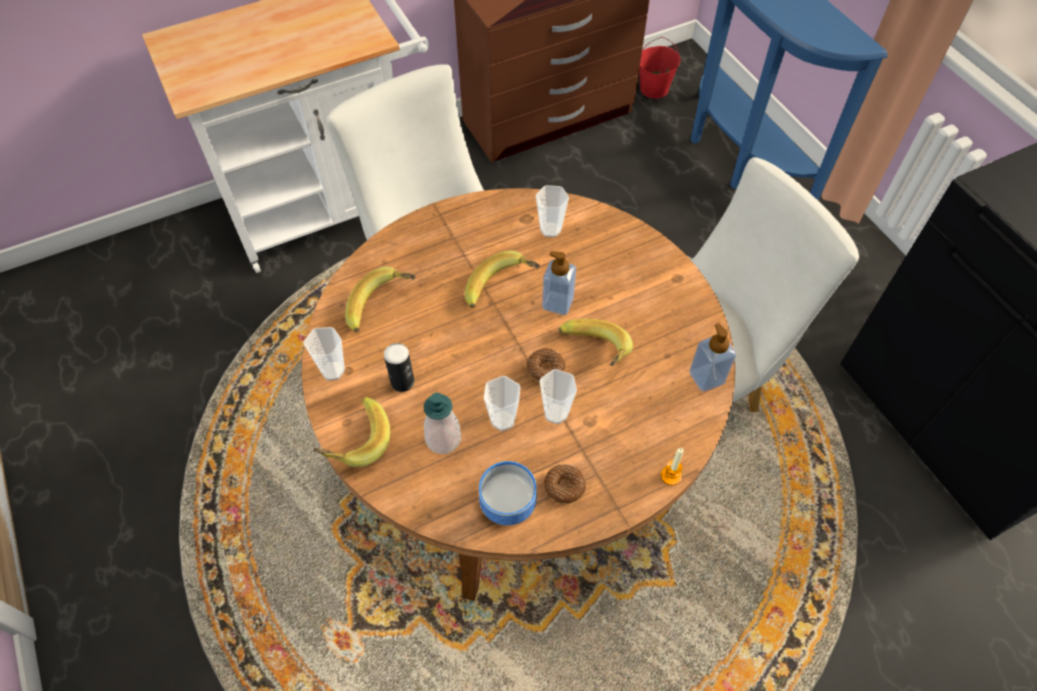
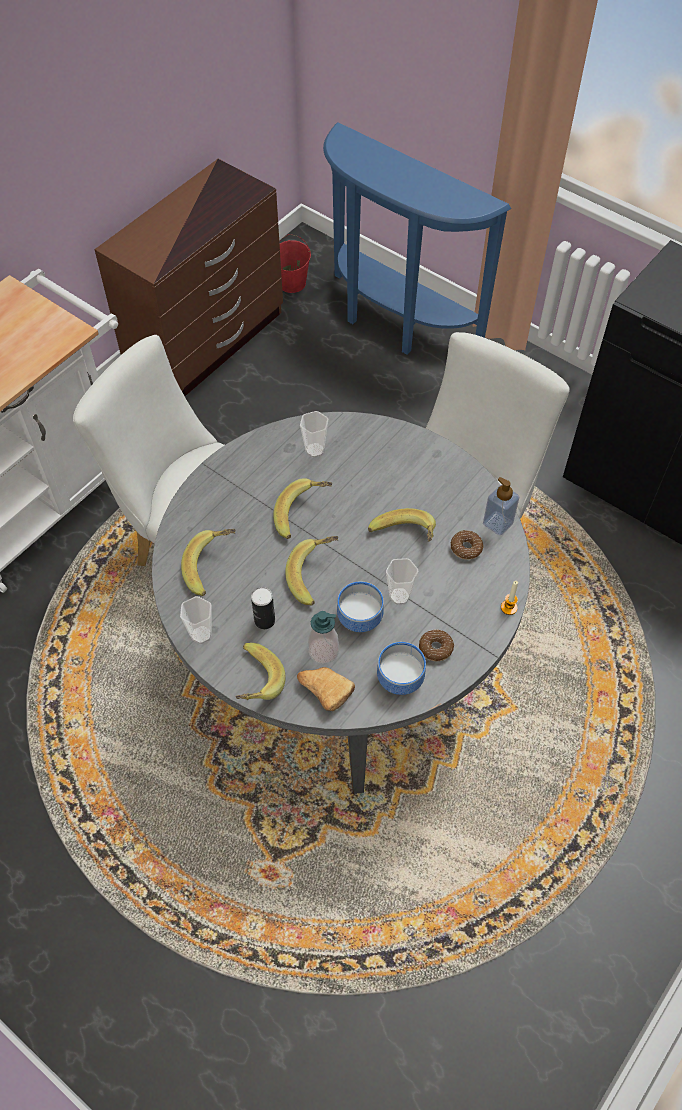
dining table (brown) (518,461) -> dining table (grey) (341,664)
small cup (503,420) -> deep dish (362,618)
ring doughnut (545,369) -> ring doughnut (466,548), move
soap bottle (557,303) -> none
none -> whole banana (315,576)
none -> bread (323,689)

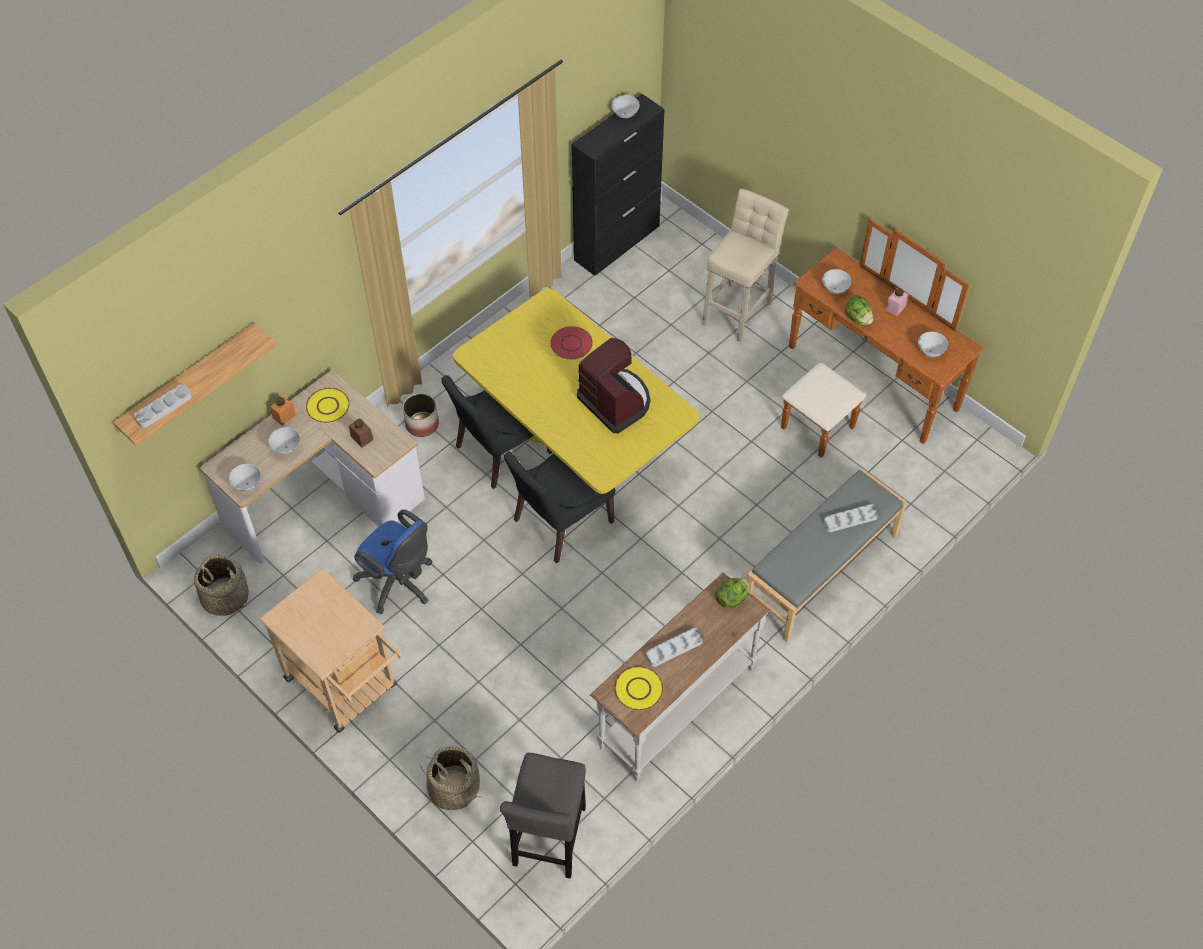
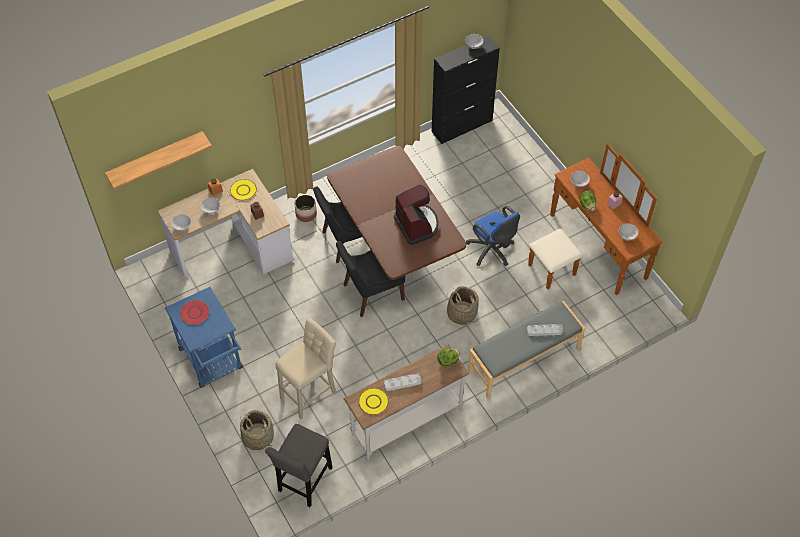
tray (grey) (163,408) -> none
household basket (225,597) -> household basket (461,313), move
cart (beige-coloured) (347,687) -> cart (bluish) (213,362)
office chair (bluish) (399,583) -> office chair (bluish) (492,251), move
dining table (yellow-coloured) (575,448) -> dining table (brown) (395,249)
dinner plate (red) (571,343) -> dinner plate (red) (195,313), move
stool seat (beige-coloured) (738,310) -> stool seat (beige-coloured) (310,393), move

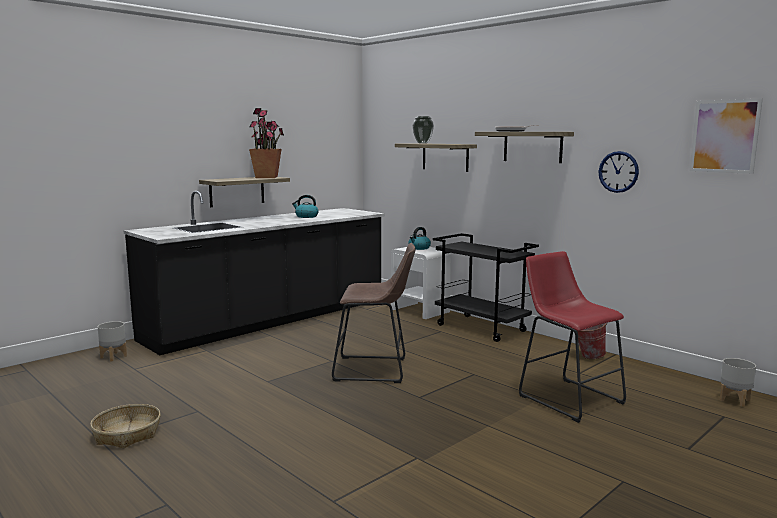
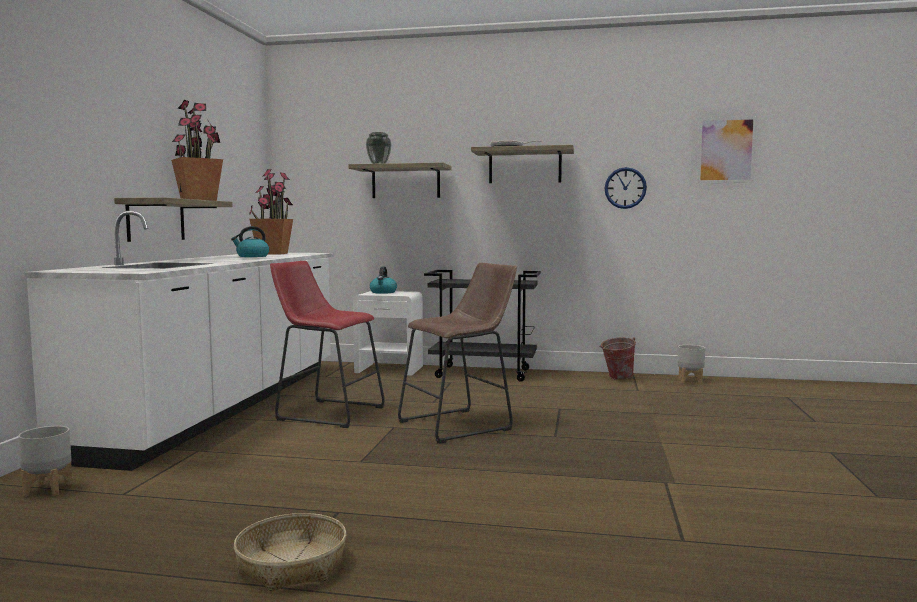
kitchen base unit (black-coloured) (271,320) -> kitchen base unit (whitish) (223,405)
stool seat (red) (566,397) -> stool seat (red) (326,412), move
flower pot (grey) (734,400) -> flower pot (grey) (689,381), move
none -> potted plant (272,253)

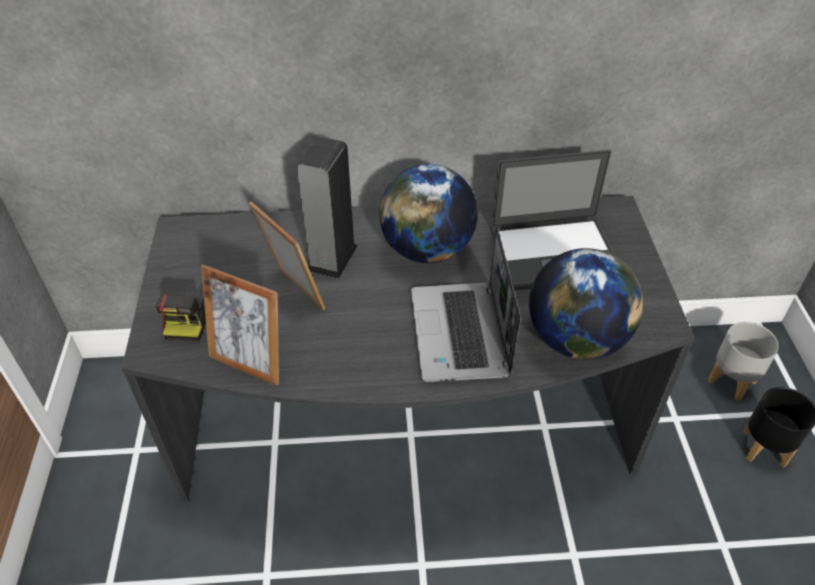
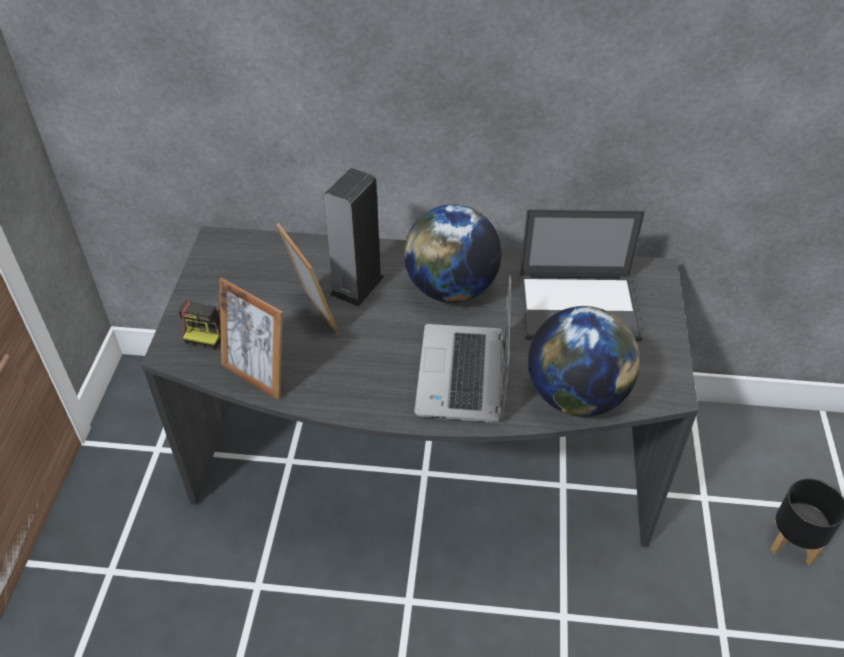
flower pot (grey) (732,380) -> none

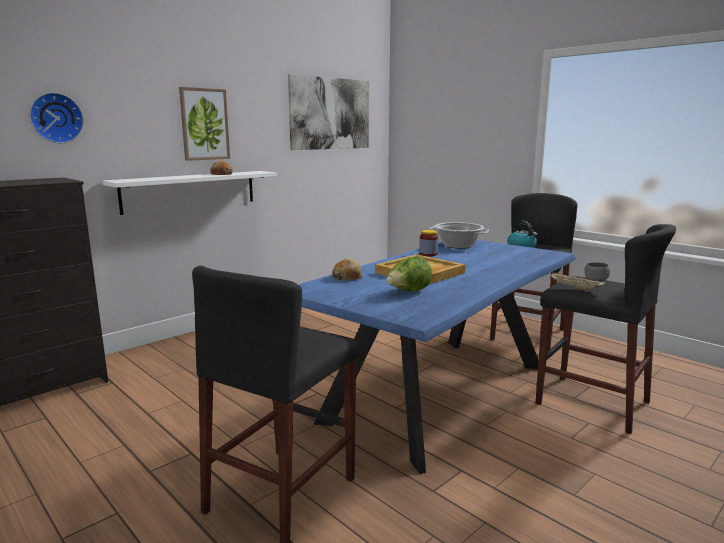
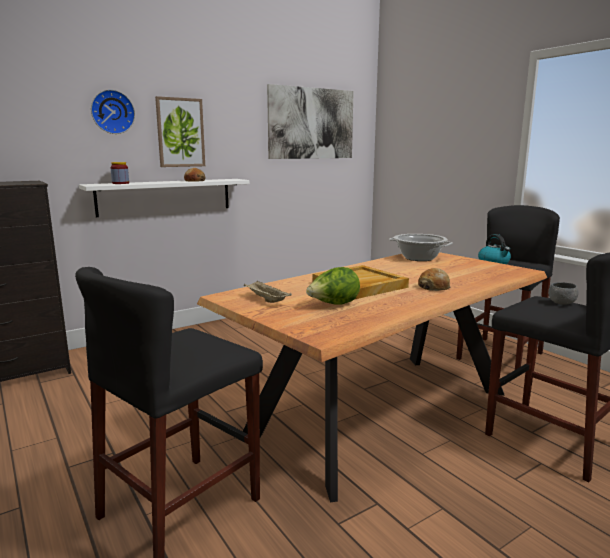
clock on the wall (56,118) -> clock on the wall (112,112), move
dining table (bluish) (439,392) -> dining table (brown) (382,412)
bread (347,277) -> bread (434,287), move
preserve jar (428,254) -> preserve jar (120,183), move
tray (beige-coloured) (574,288) -> tray (beige-coloured) (266,300), move

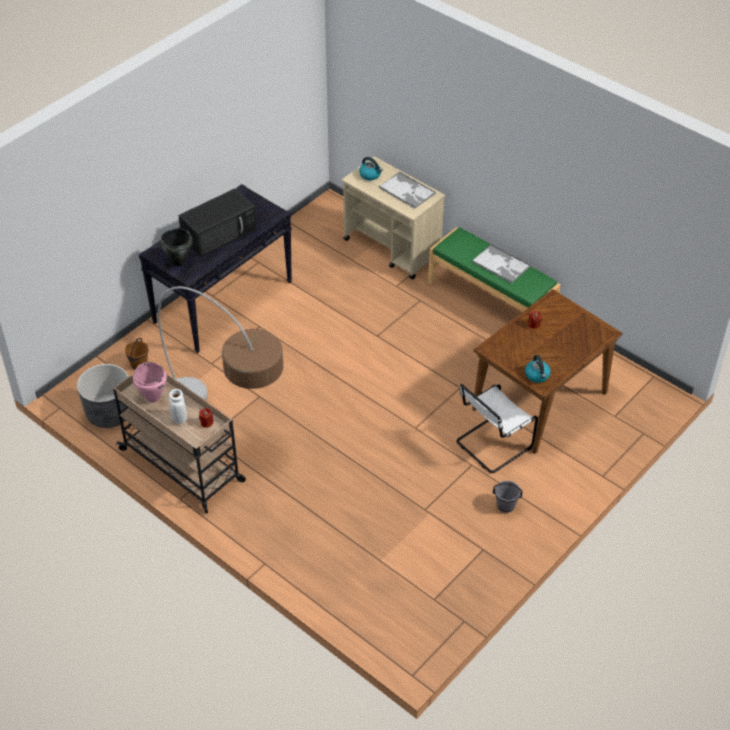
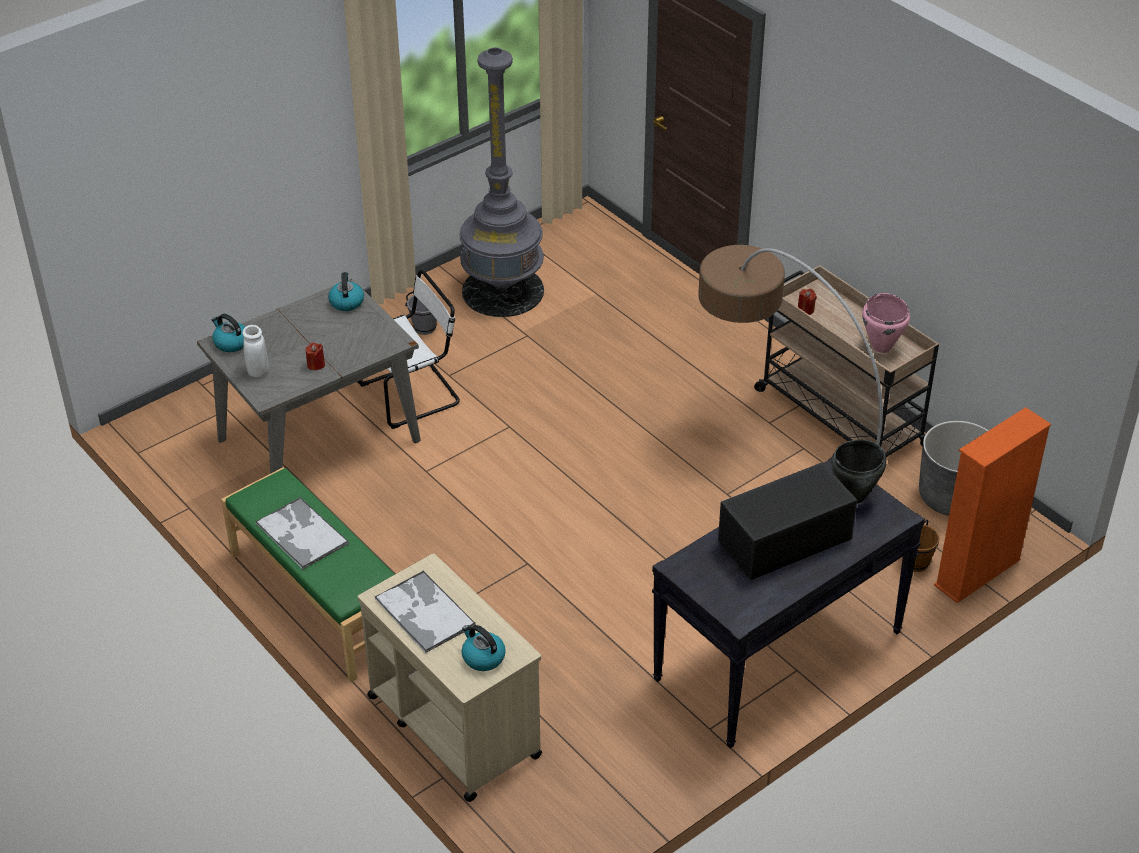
flower vase (whitish) (179,418) -> flower vase (whitish) (258,371), move
dining table (brown) (539,401) -> dining table (grey) (320,439)
none -> kettle (231,343)
none -> standing lamp (grey) (503,291)
none -> shelving unit (orange-coloured) (977,573)

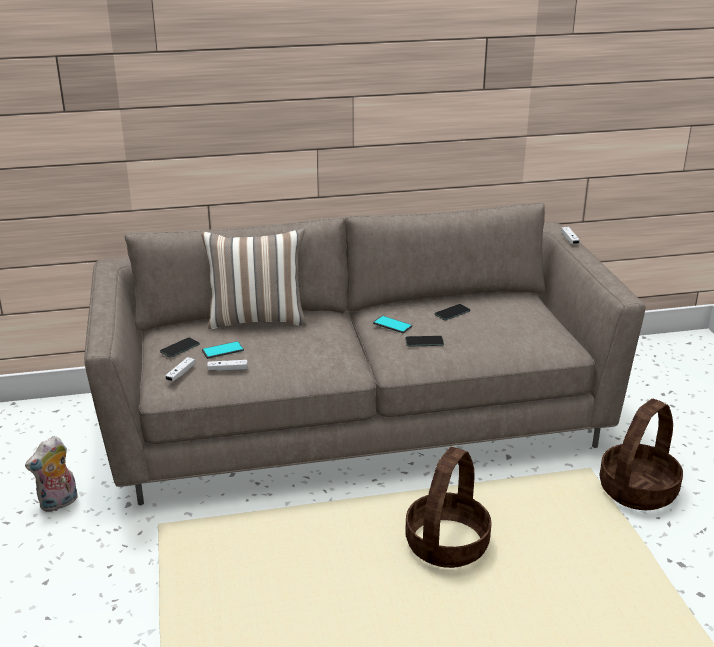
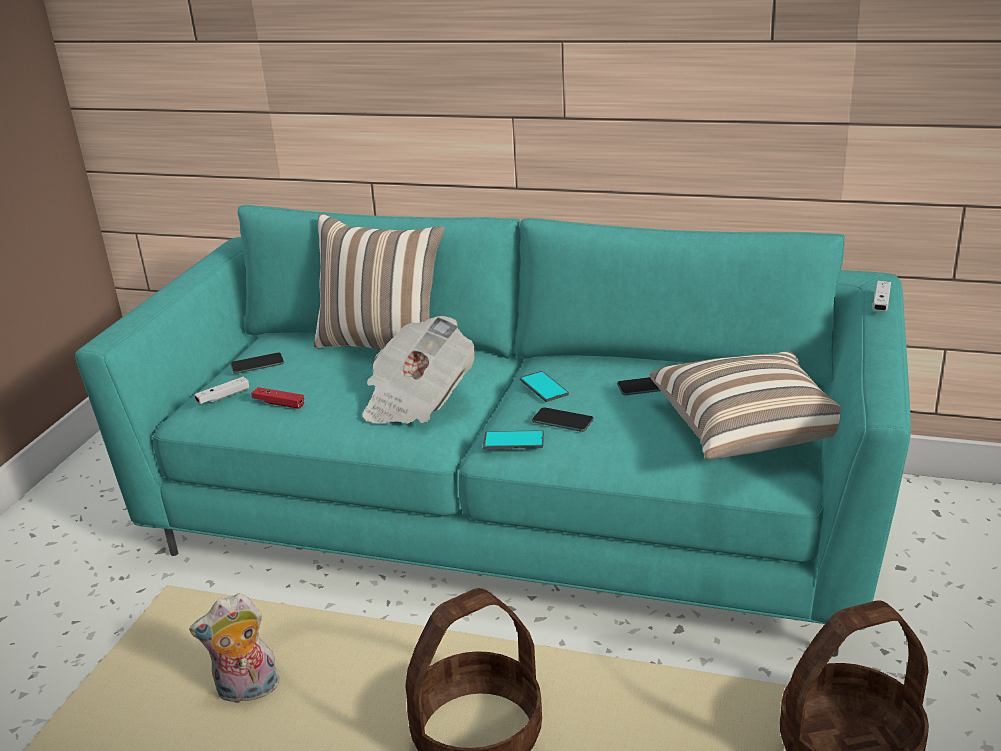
soft toy (59,503) -> soft toy (247,692), move
settee (beige-coloured) (357,421) -> settee (turquoise-coloured) (511,517)
telephone (222,350) -> telephone (513,441), move
joypad (whitish) (227,369) -> joypad (red) (279,403)
none -> newspaper (417,400)
none -> cushion (750,430)

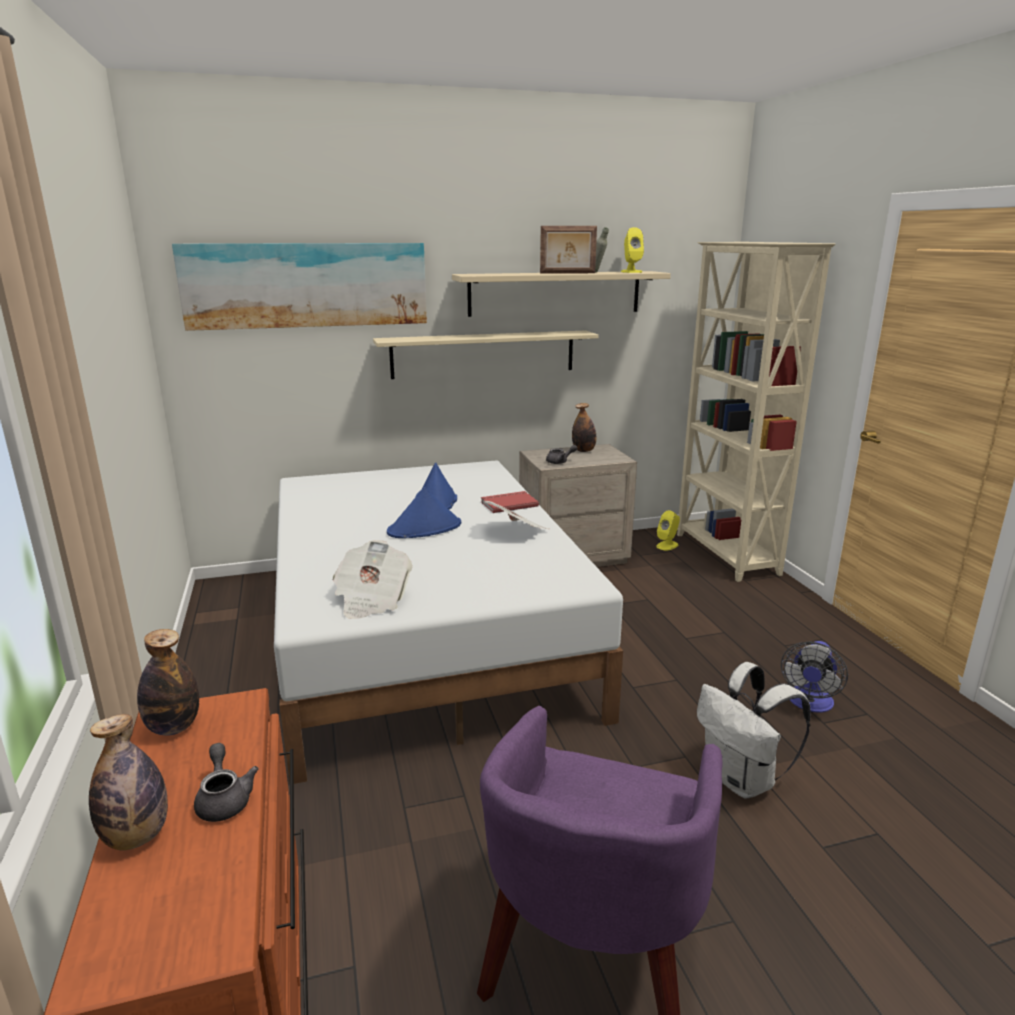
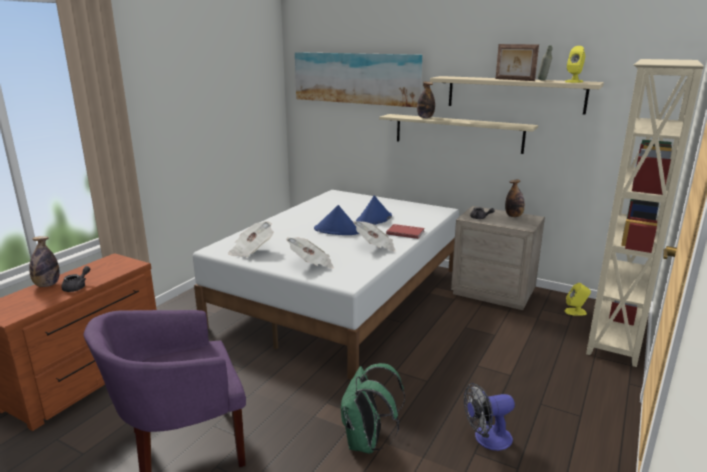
beverage bottle (173,727) -> beverage bottle (425,117), move
knapsack (whitish) (742,780) -> knapsack (greenish) (367,442)
none -> newspaper (311,264)

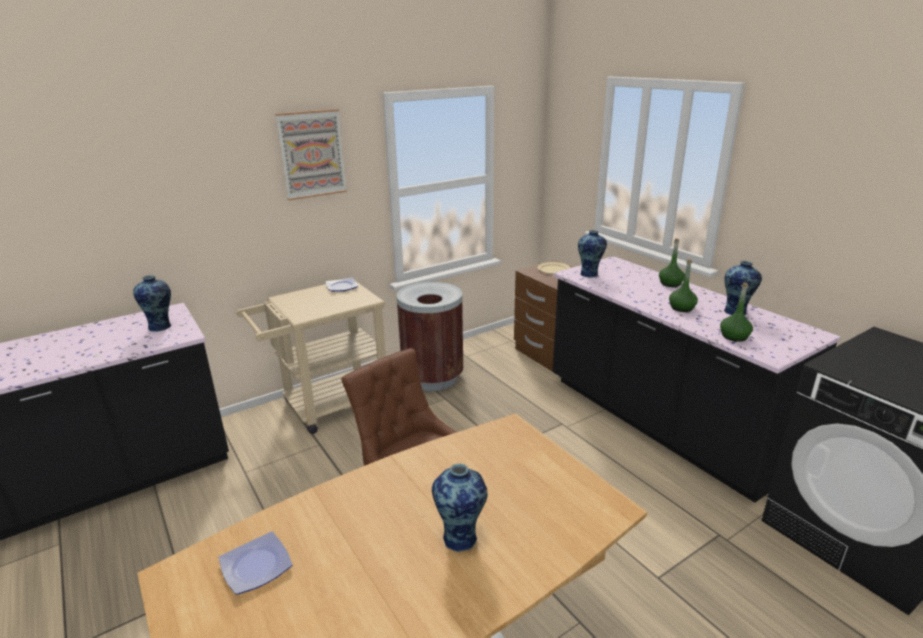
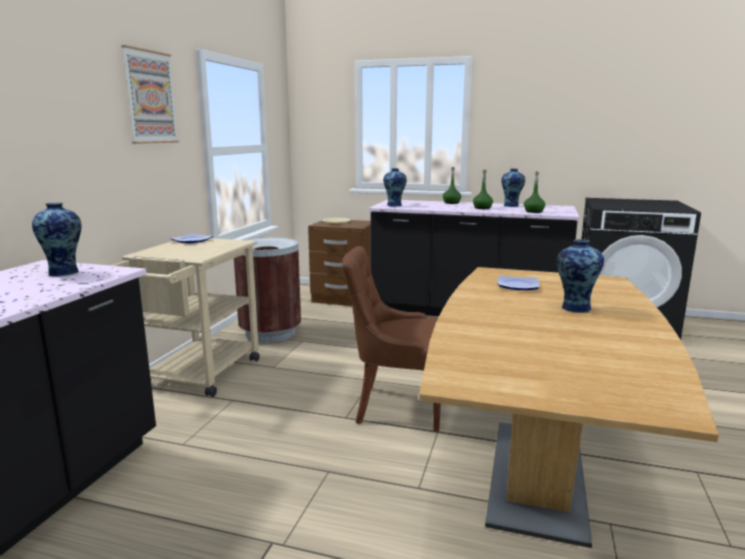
dinner plate (257,565) -> dinner plate (517,285), move

